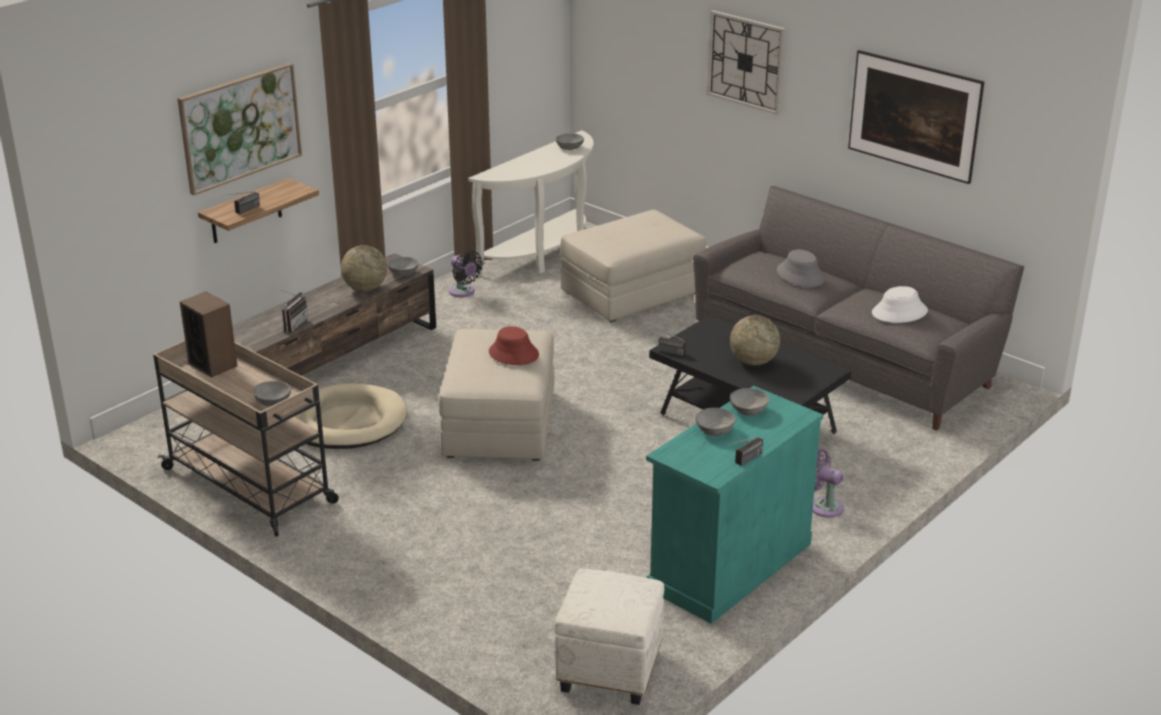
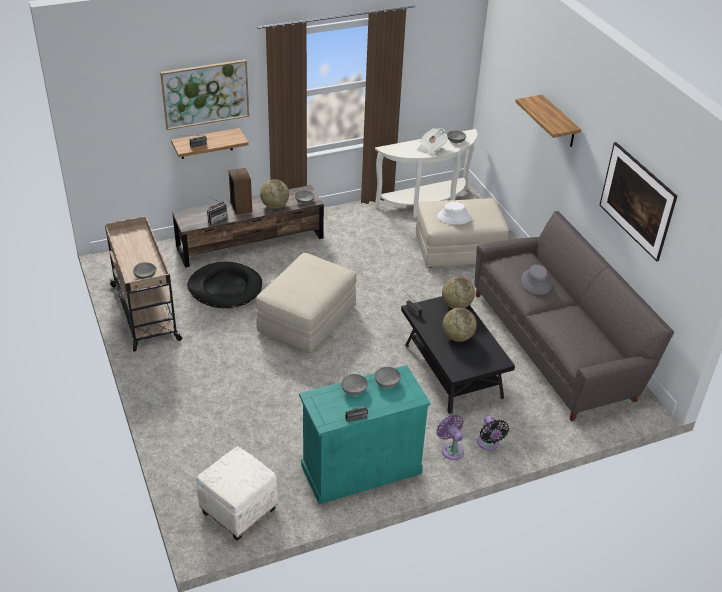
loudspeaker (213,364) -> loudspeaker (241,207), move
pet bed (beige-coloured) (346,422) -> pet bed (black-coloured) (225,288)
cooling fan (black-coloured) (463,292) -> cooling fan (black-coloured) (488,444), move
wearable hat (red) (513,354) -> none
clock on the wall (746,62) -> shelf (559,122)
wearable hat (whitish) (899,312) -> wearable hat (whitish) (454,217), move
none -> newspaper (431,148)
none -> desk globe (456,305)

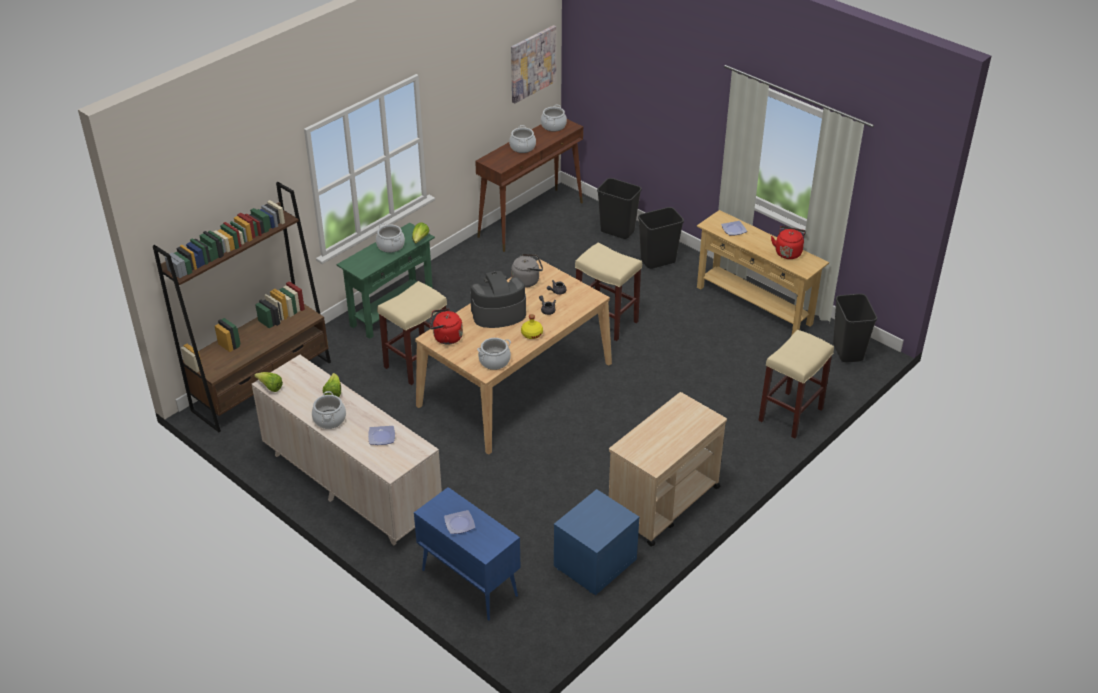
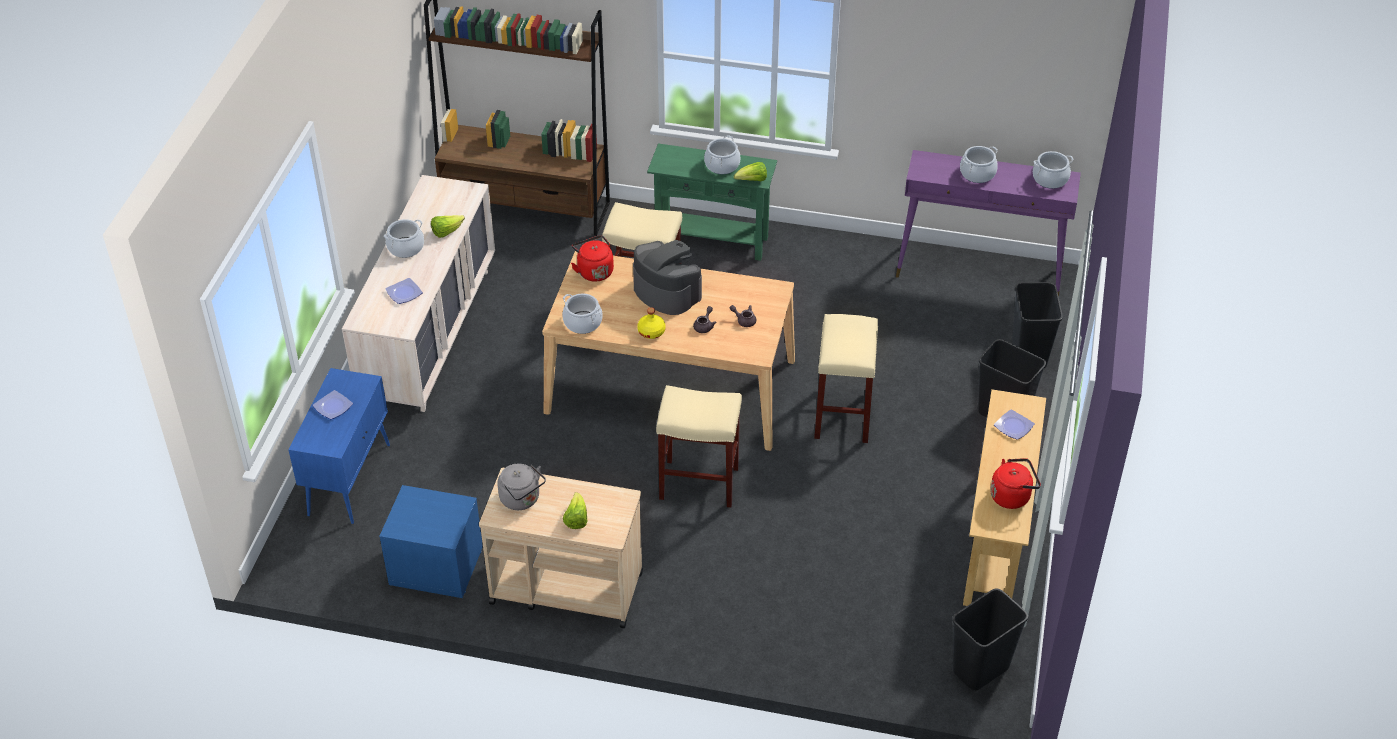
head of lettuce (270,387) -> head of lettuce (576,519), move
console table (brown) (531,219) -> console table (purplish) (980,272)
wall art (532,63) -> none
kettle (grey) (527,281) -> kettle (grey) (522,500), move
stool seat (beige-coloured) (790,415) -> stool seat (beige-coloured) (698,483), move

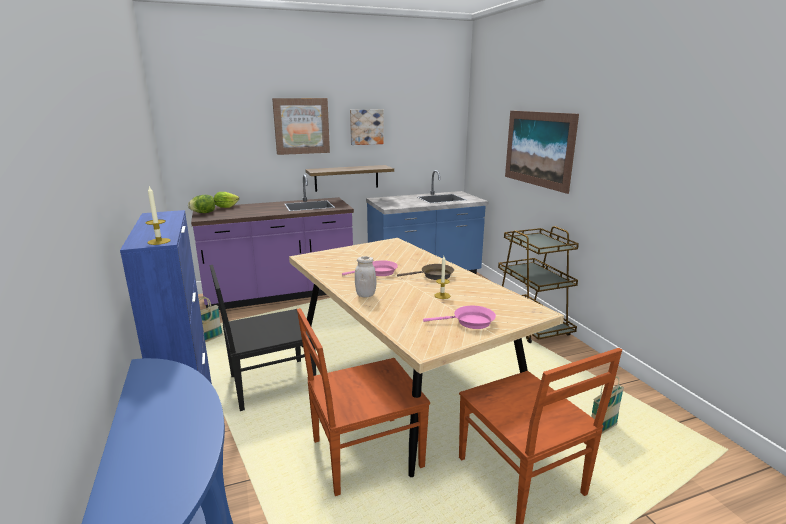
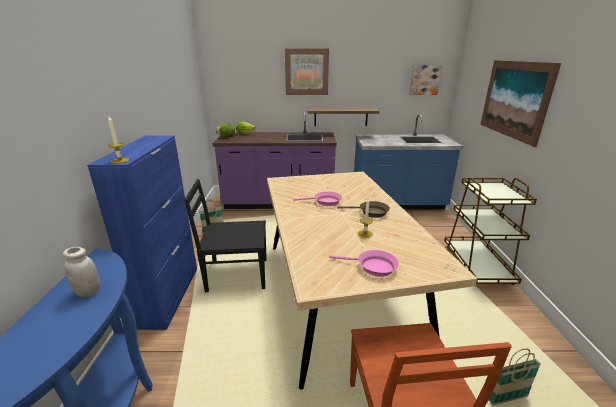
plain chair (brown) (364,454) -> none
wall art (366,127) -> wall art (424,79), move
preserve jar (whitish) (365,295) -> preserve jar (whitish) (88,292), move

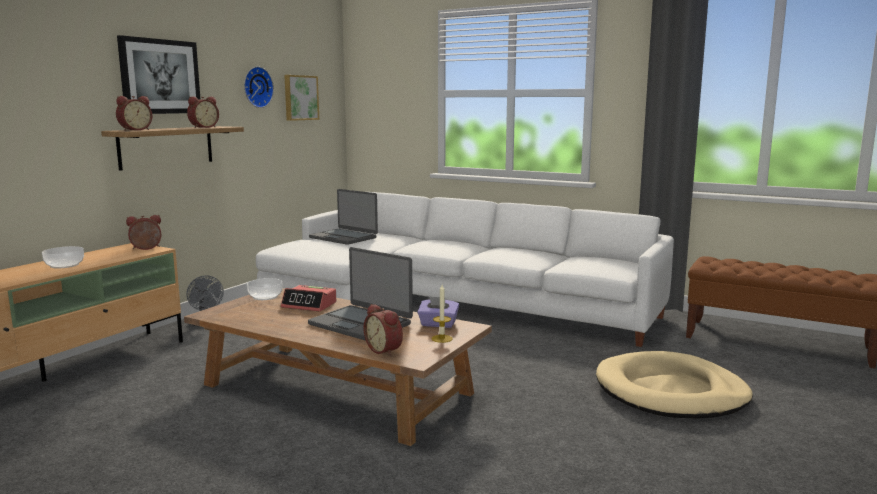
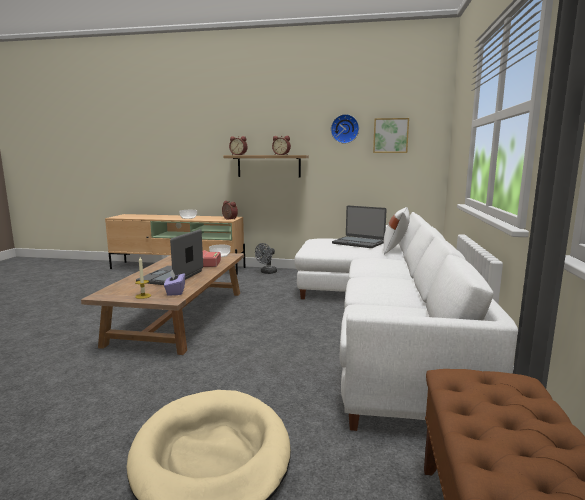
wall art (160,76) -> none
notebook computer (344,237) -> notebook computer (358,243), 75 degrees counterclockwise
table clock (385,350) -> none
none -> cushion (whitish) (395,250)

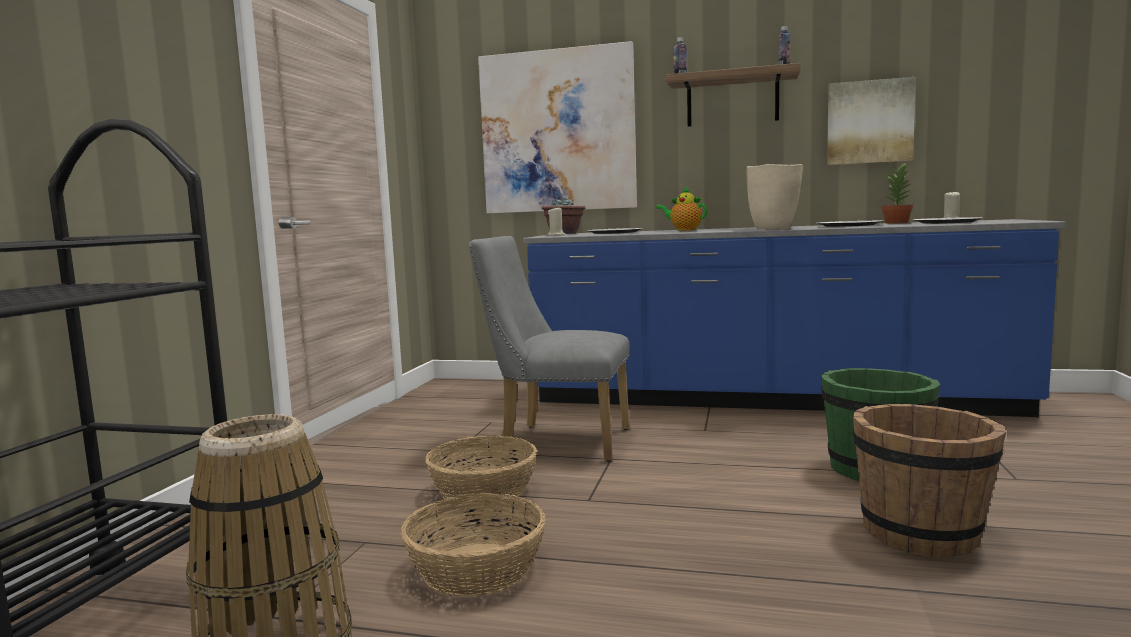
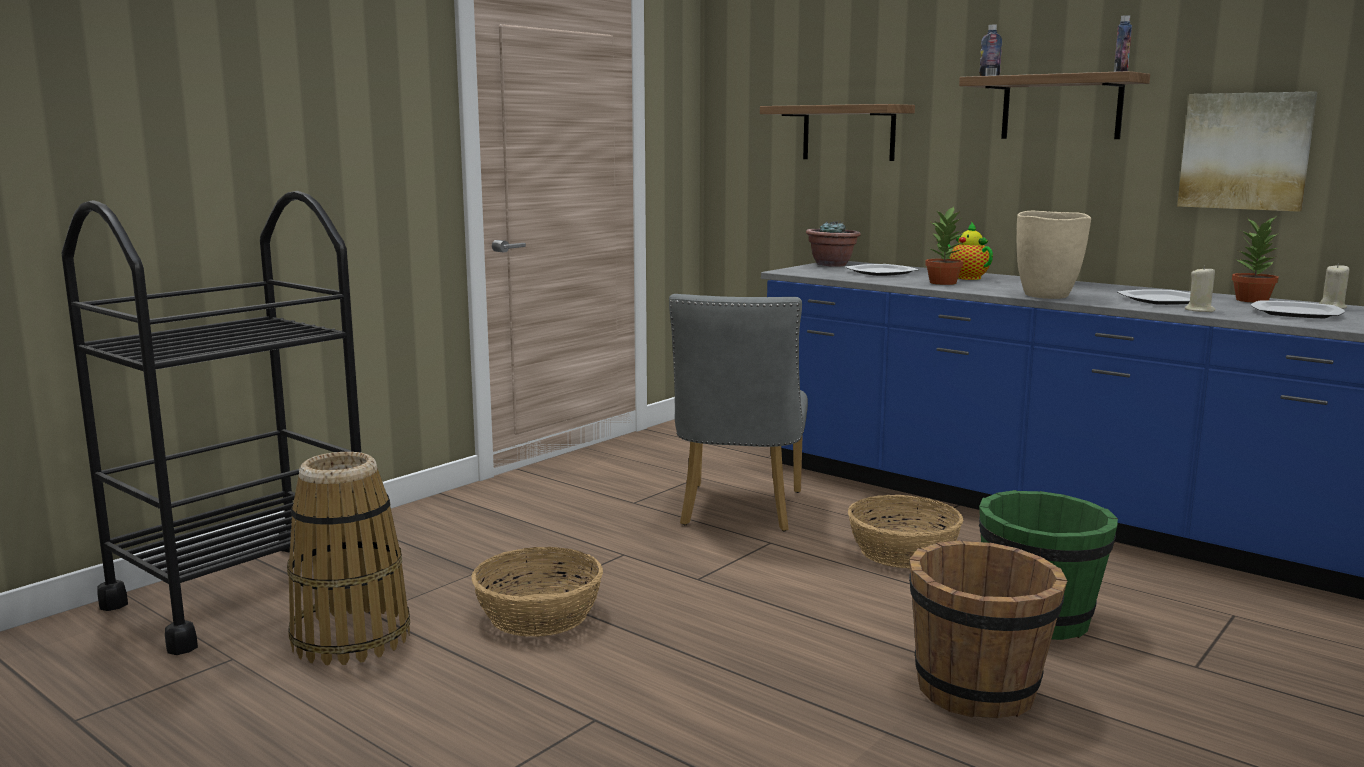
household basket (484,490) -> household basket (903,552), move
plain chair (grey) (556,441) -> plain chair (grey) (739,512), 120 degrees counterclockwise
wall art (557,131) -> shelf (848,133)
candle (beige-coloured) (556,235) -> candle (beige-coloured) (1200,310), move
none -> potted plant (944,283)

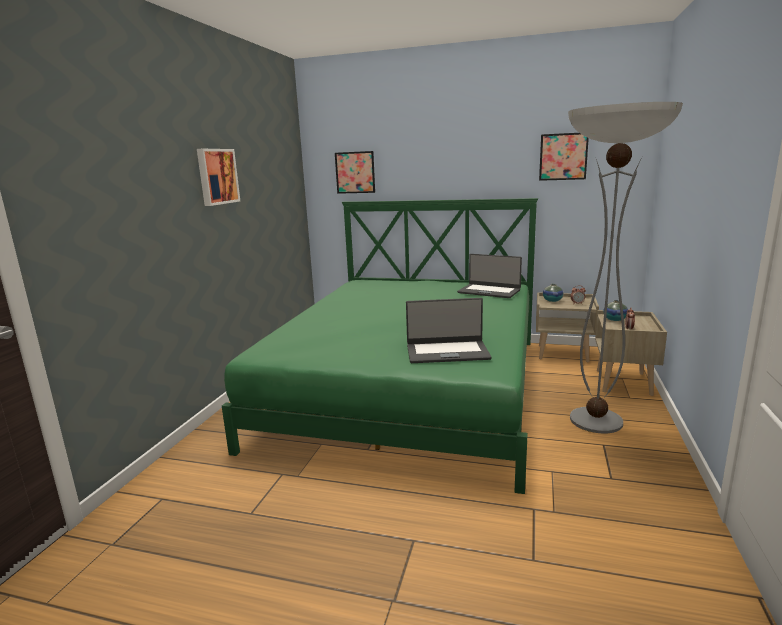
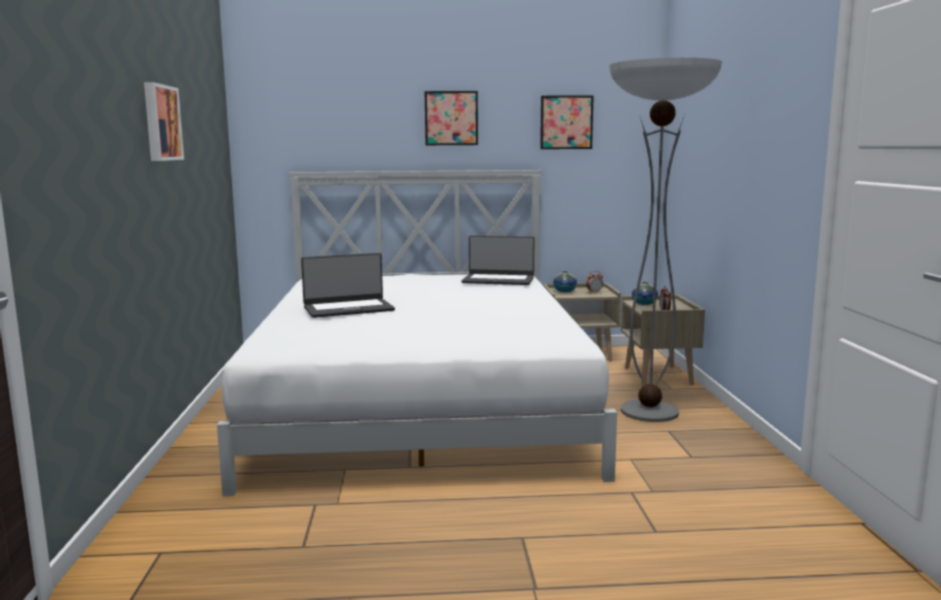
bed (greenish) (409,388) -> bed (whitish) (419,403)
wall art (355,172) -> wall art (451,118), move
notebook computer (447,352) -> notebook computer (348,309), move

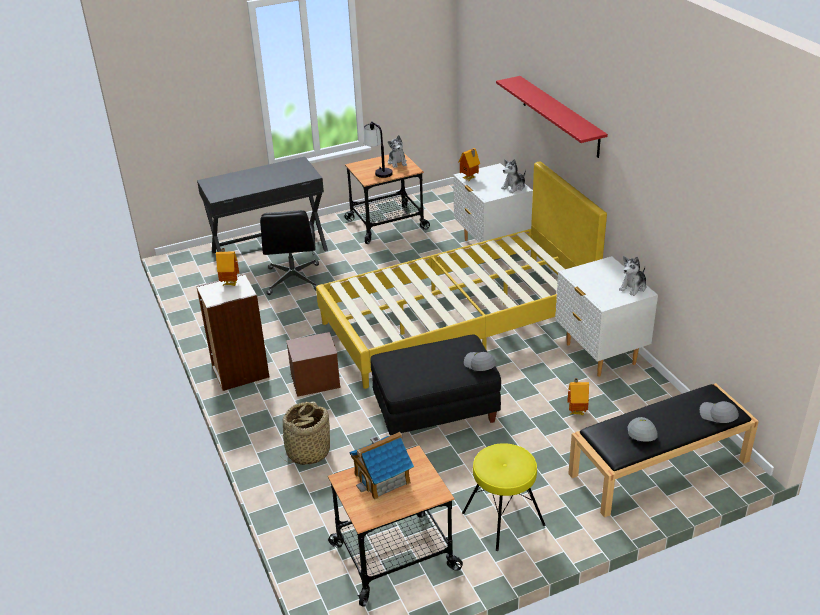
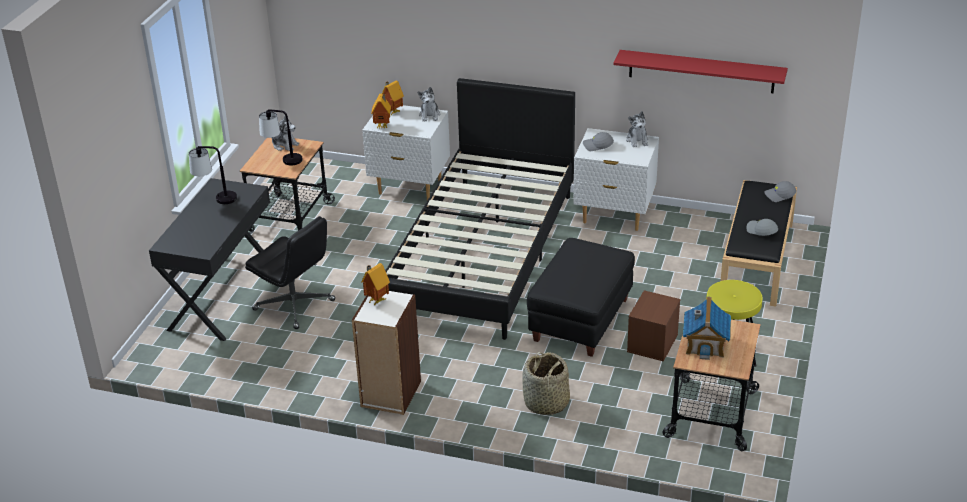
storage container (brown) (315,381) -> storage container (brown) (653,343), move
bed (yellow-coloured) (457,320) -> bed (black-coloured) (484,253)
baseball cap (grey) (479,365) -> baseball cap (grey) (597,146), move
shelf (red) (560,116) -> shelf (red) (701,71), move
miniature house (576,411) -> miniature house (392,112), move
none -> table lamp (216,199)

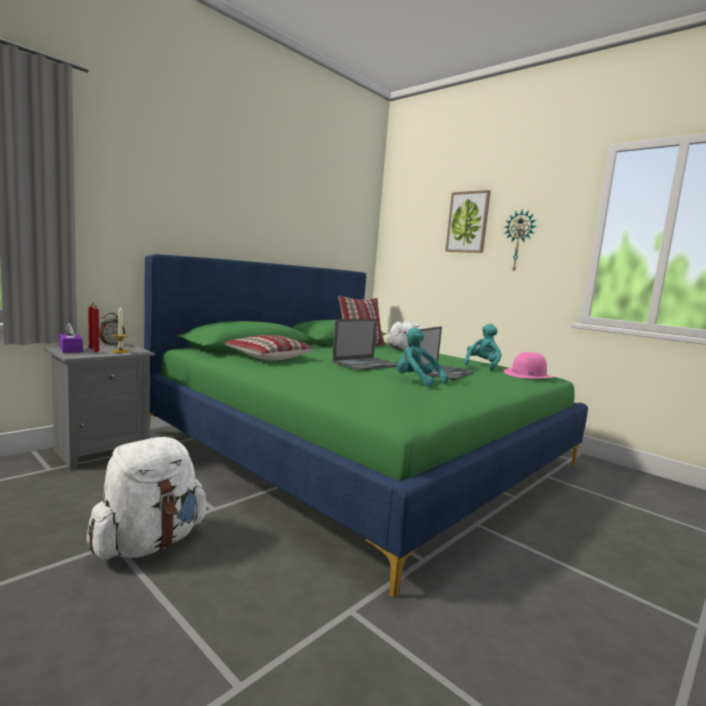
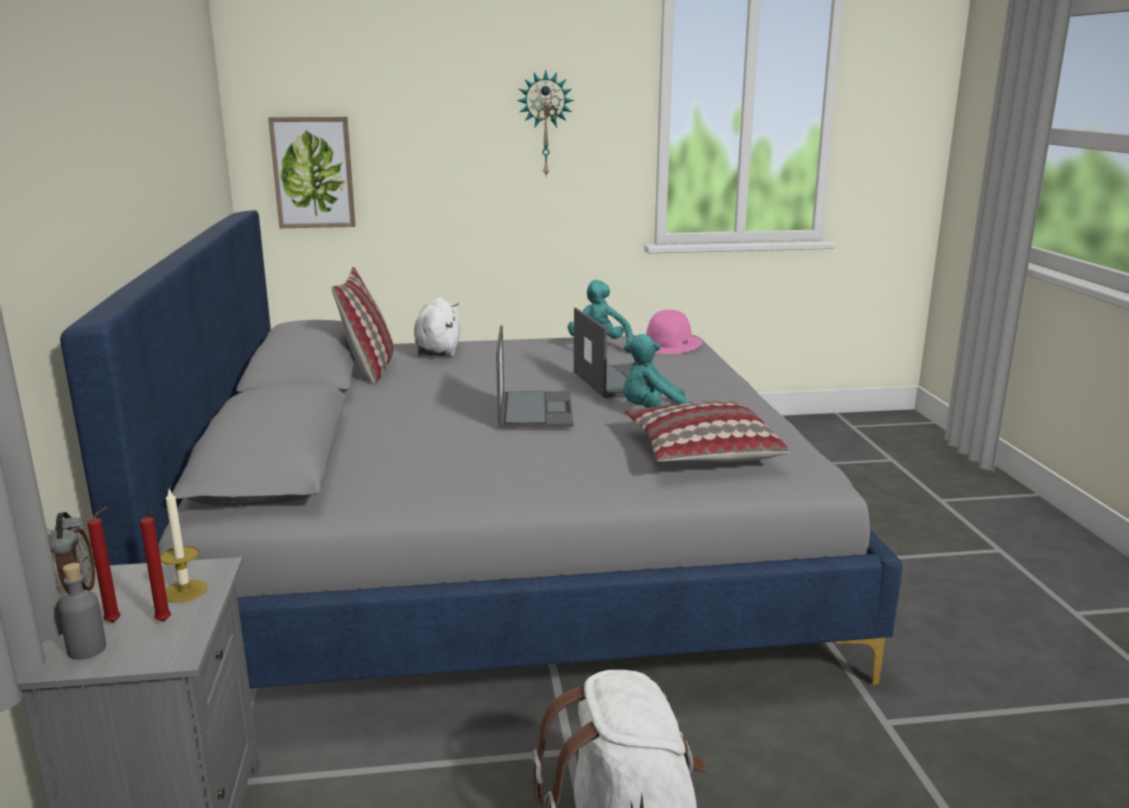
tissue box (purplish) (71,349) -> beverage bottle (grey) (87,649)
bed (greenish) (361,449) -> bed (grey) (503,549)
cushion (266,357) -> cushion (701,451), move
wall art (468,222) -> wall art (313,172), move

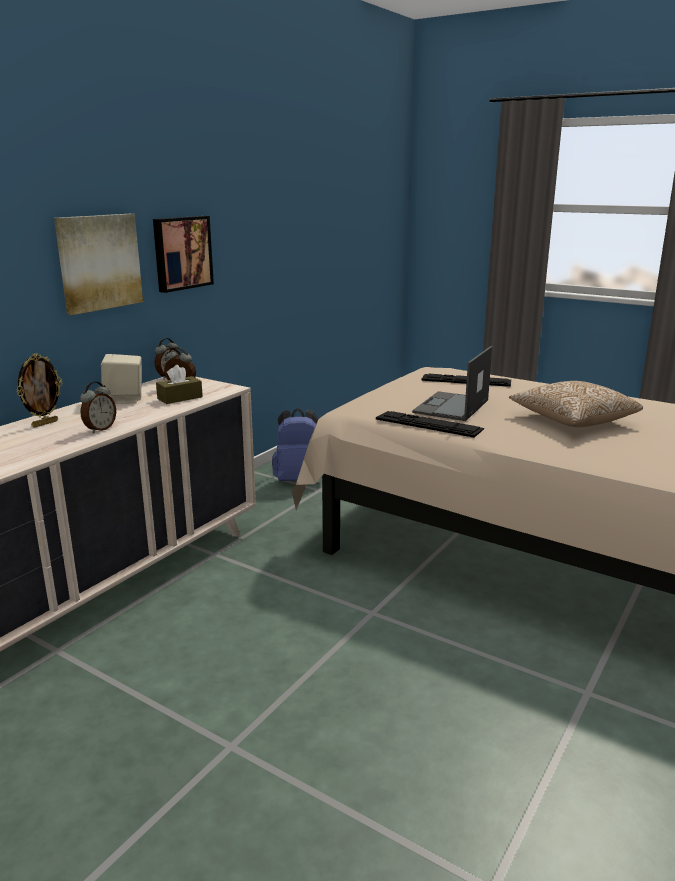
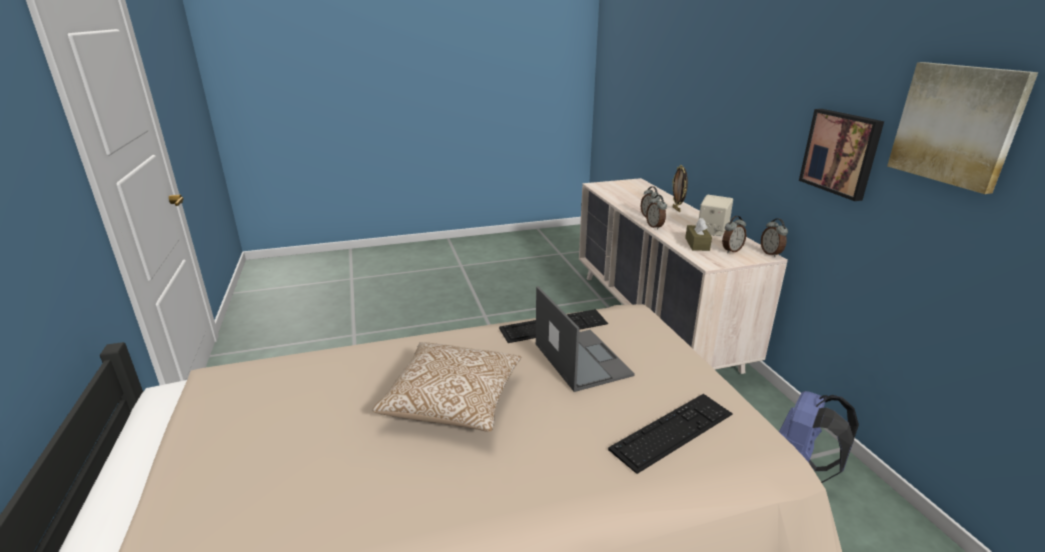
wall art (98,262) -> wall art (957,125), move
none -> table clock (655,226)

